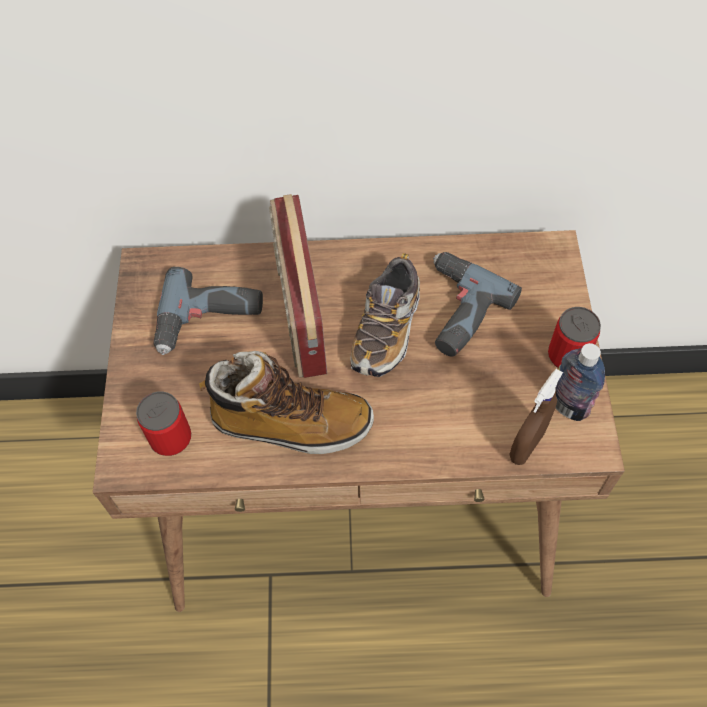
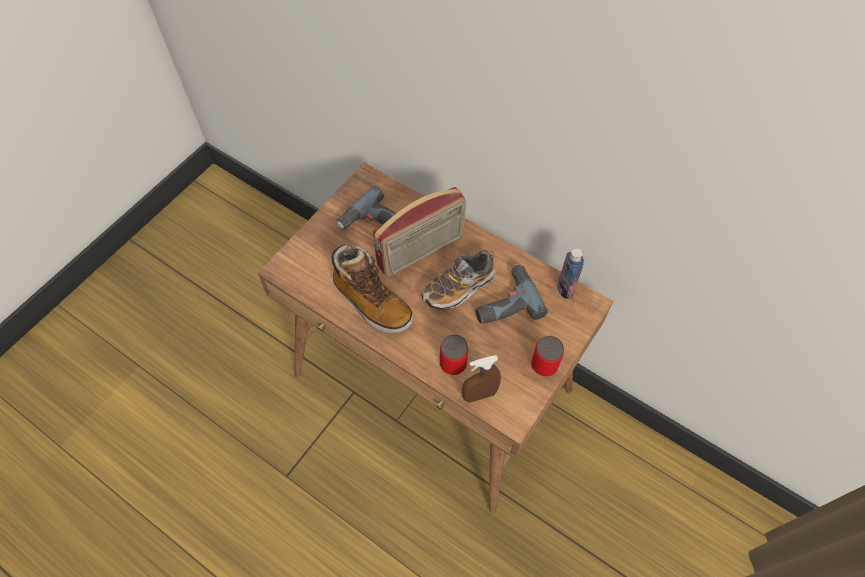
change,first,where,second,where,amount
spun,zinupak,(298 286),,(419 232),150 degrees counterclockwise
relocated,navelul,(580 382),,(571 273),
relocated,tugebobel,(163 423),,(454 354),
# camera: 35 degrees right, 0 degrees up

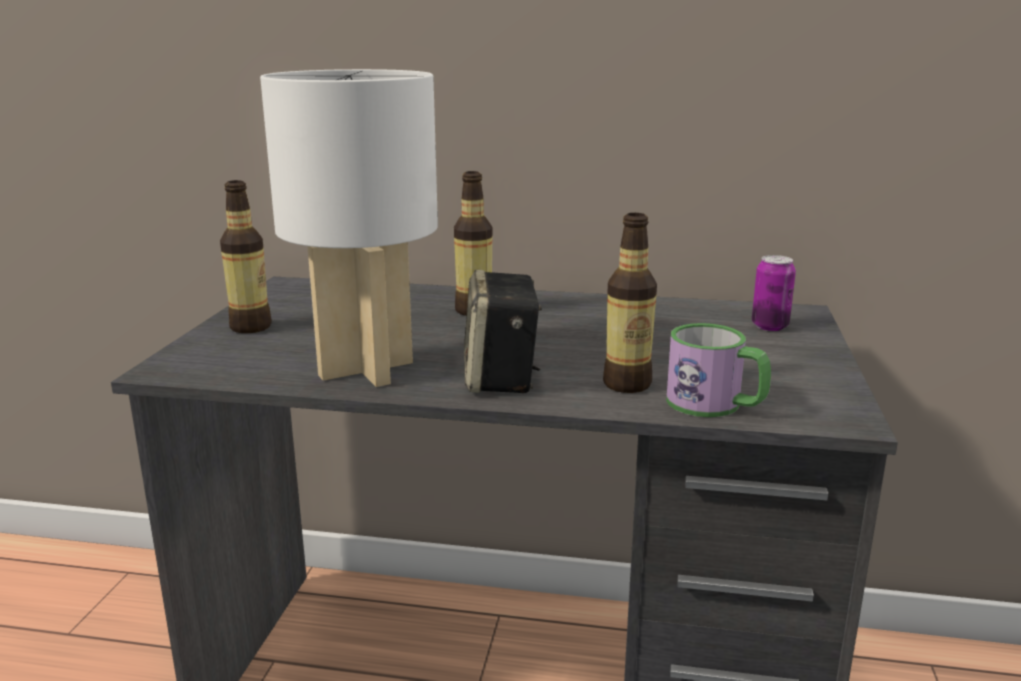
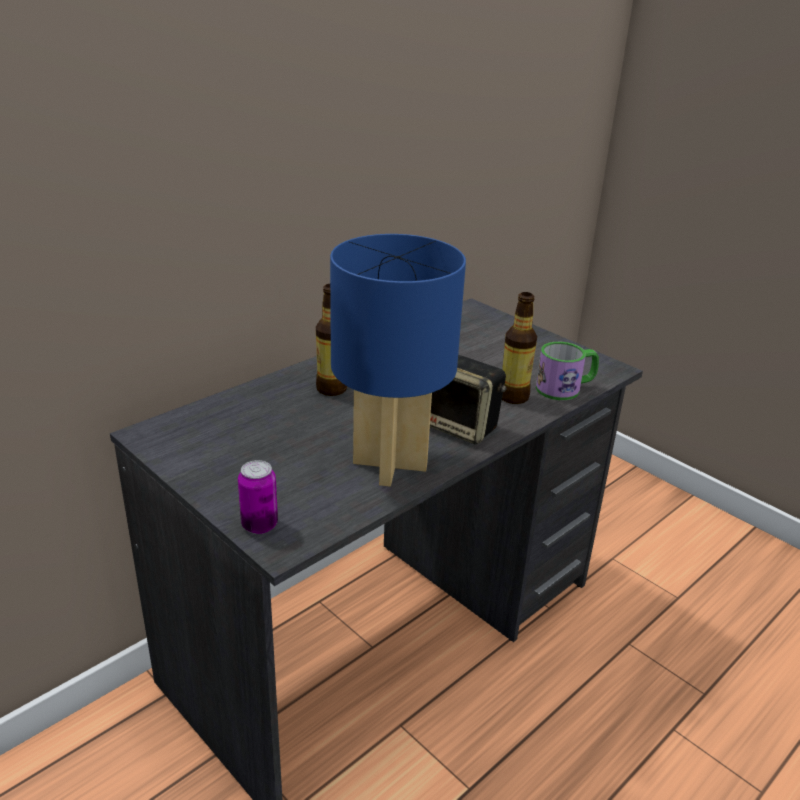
change,first,where,second,where,amount
colour,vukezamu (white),(349 228),vukezamu (blue),(398 360),
missing,navelul,(246 256),,,
relocated,tugebobel,(774 293),,(258 497),
# camera: 55 degrees left, 10 degrees up

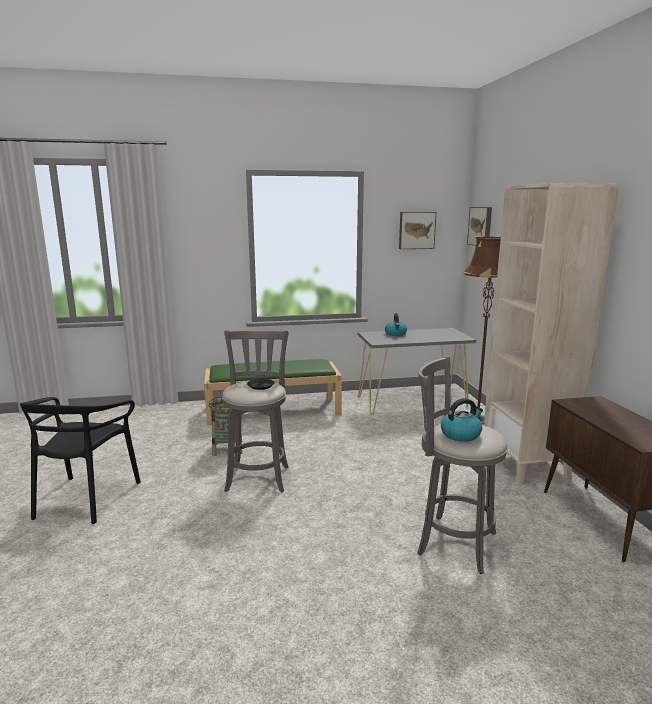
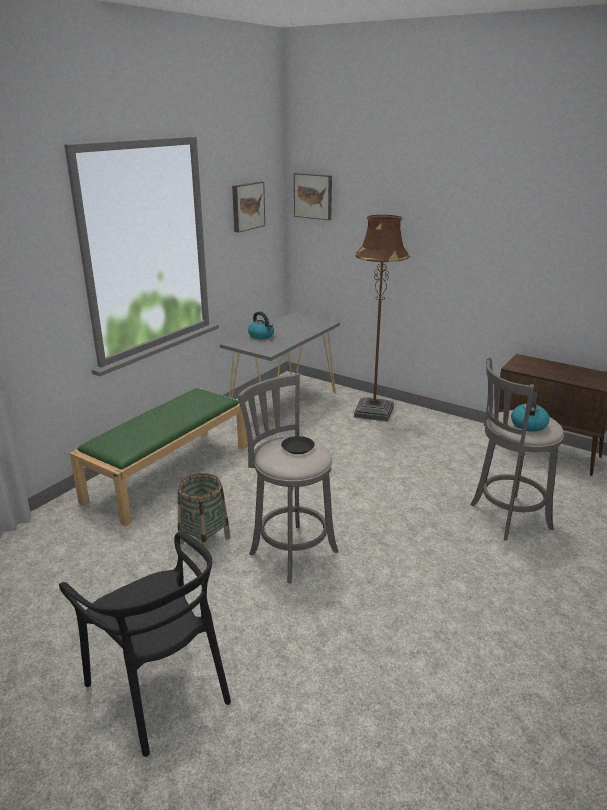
change,first,where,second,where,amount
missing,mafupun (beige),(551 333),,,
# camera: 45 degrees left, 10 degrees up

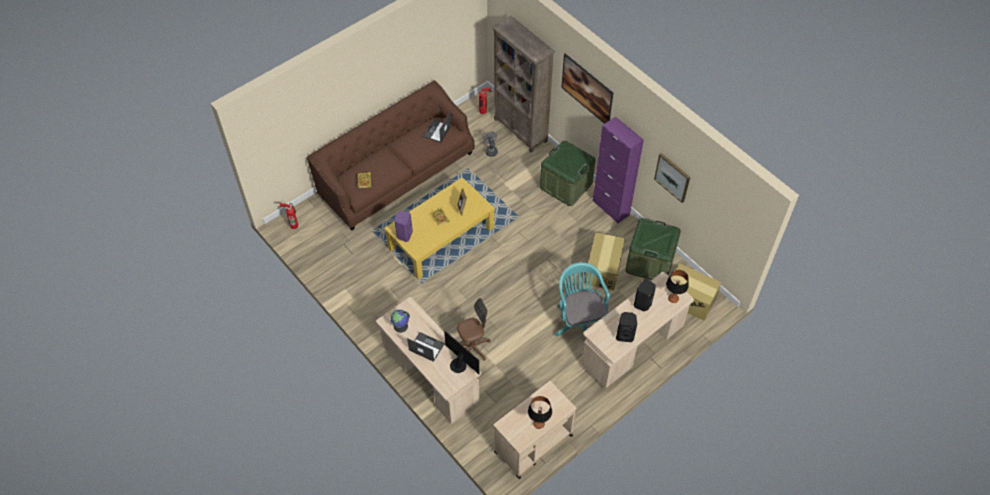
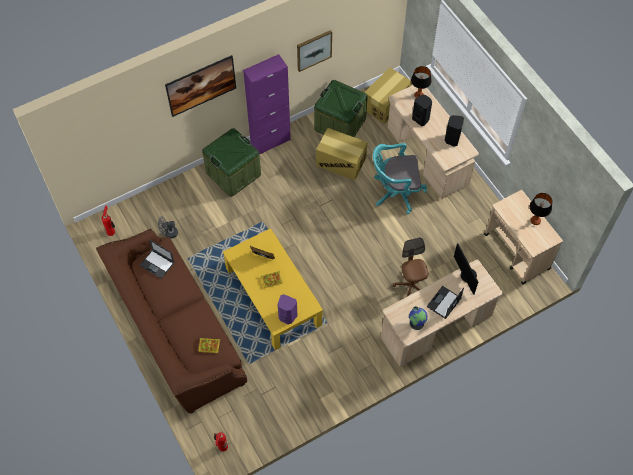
change,first,where,second,where,amount
missing,mafupun (brown),(523 84),,,
spun,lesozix,(461 352),,(466 268),75 degrees counterclockwise
# camera: 80 degrees left, 5 degrees up

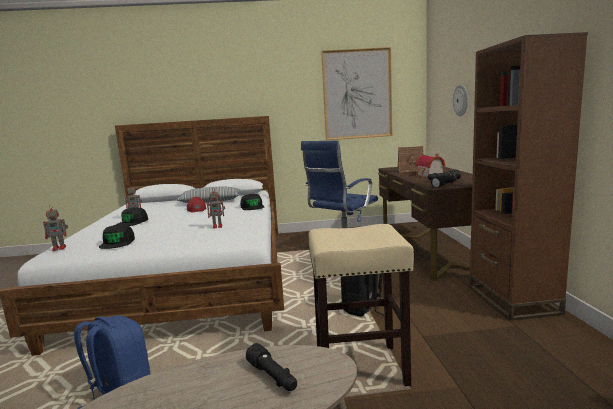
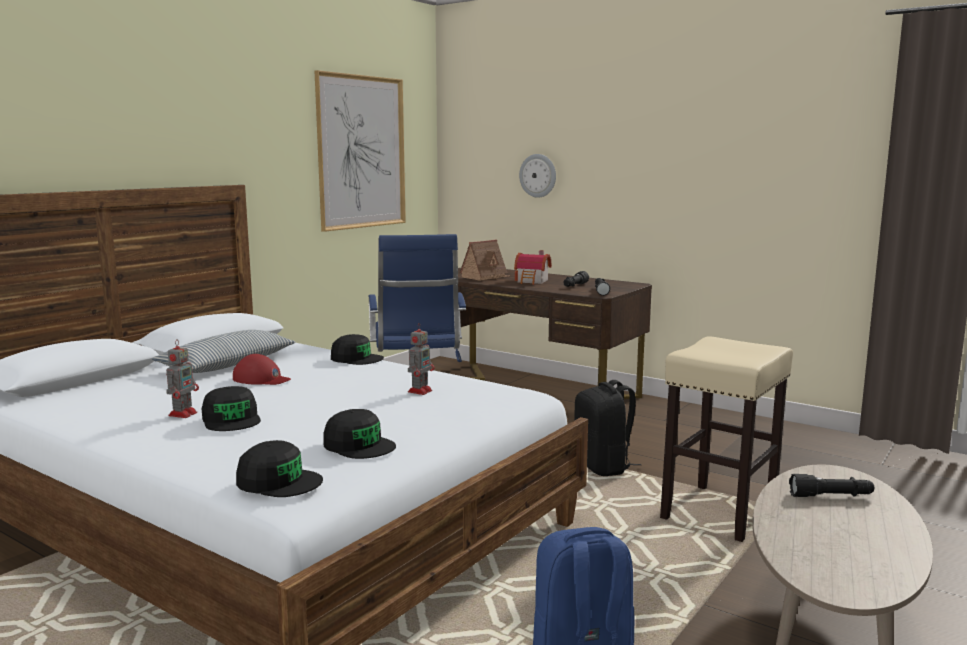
change,first,where,second,where,amount
missing,mafupun (brown),(528 176),,,
exchanged,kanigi,(55 228),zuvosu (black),(279 468),
# camera: 50 degrees left, 0 degrees up

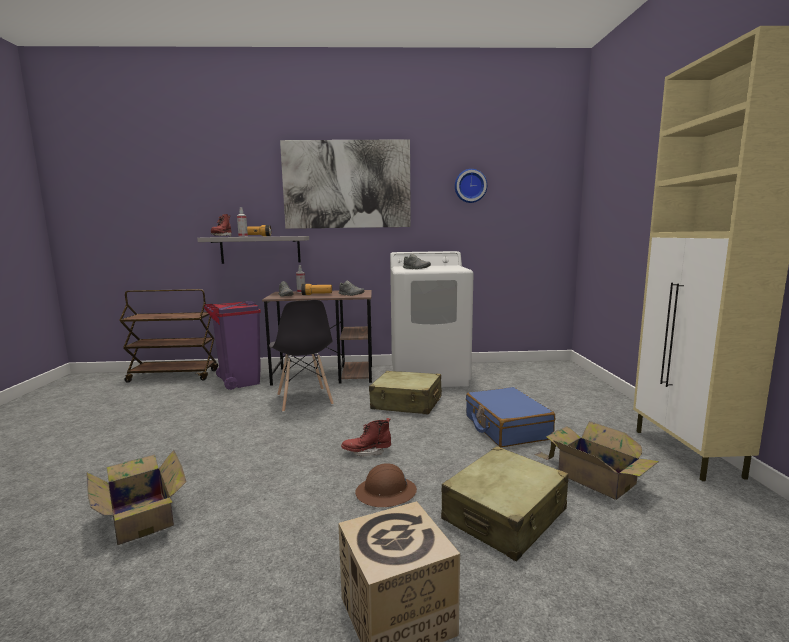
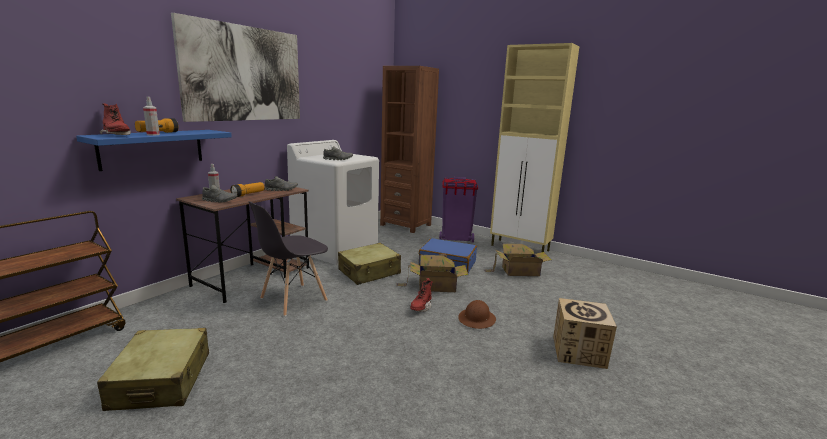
change,first,where,second,where,amount
missing,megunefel,(471 186),,,
colour,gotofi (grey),(253 250),gotofi (blue),(154 150),
spun,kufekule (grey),(301 356),,(288 258),120 degrees clockwise
relocated,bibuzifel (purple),(232 345),,(458 210),
relocated,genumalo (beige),(505 503),,(153 369),
relocated,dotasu,(136 497),,(432 273),
appeared,,,mafupun (brown),(409 149),
# camera: 55 degrees left, 5 degrees up

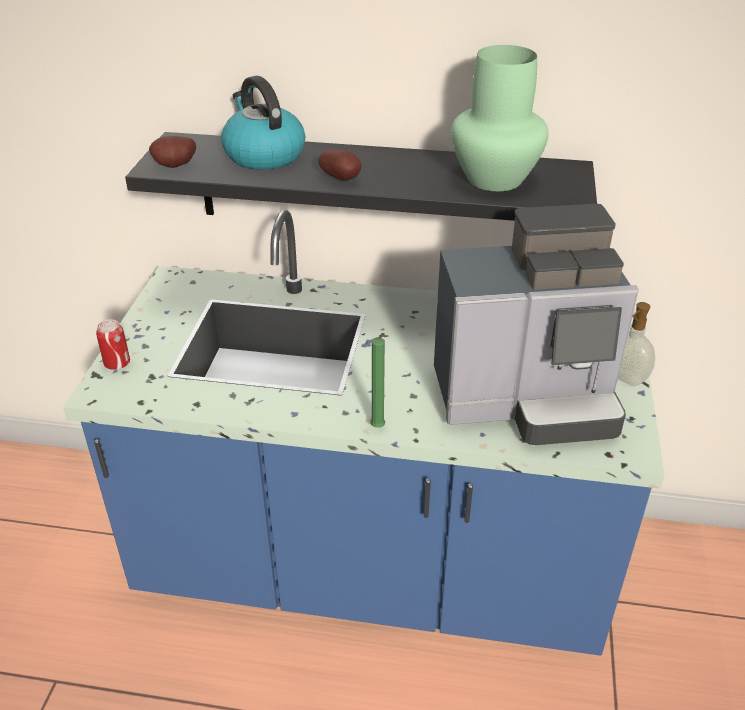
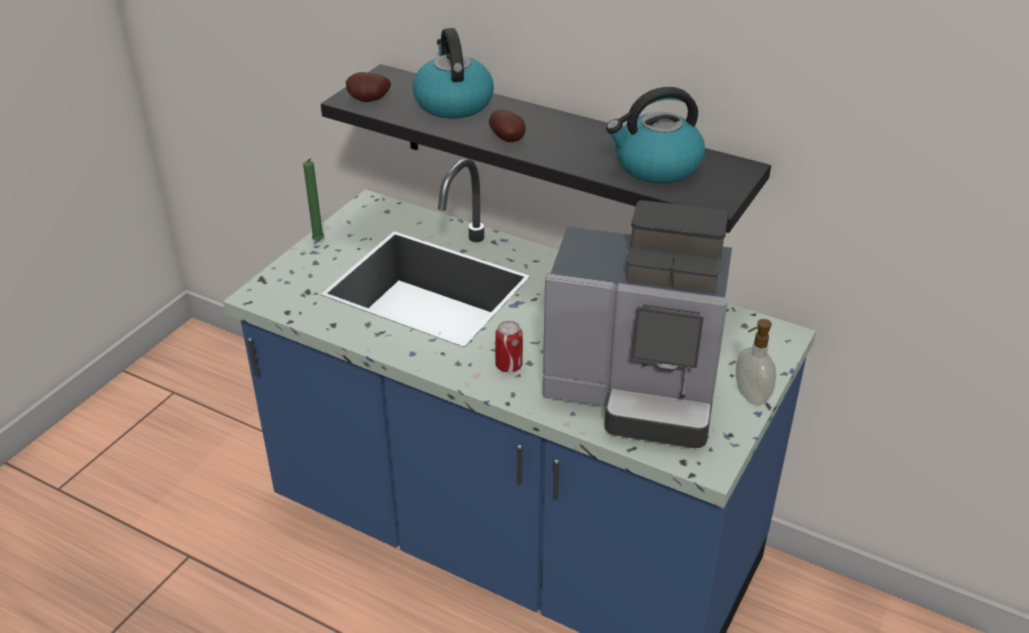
change,first,where,second,where,amount
exchanged,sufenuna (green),(499 118),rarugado,(655 135),
relocated,tugebobel,(113 344),,(509 346),
relocated,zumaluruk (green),(379 381),,(313 199),
# camera: 20 degrees right, 0 degrees up

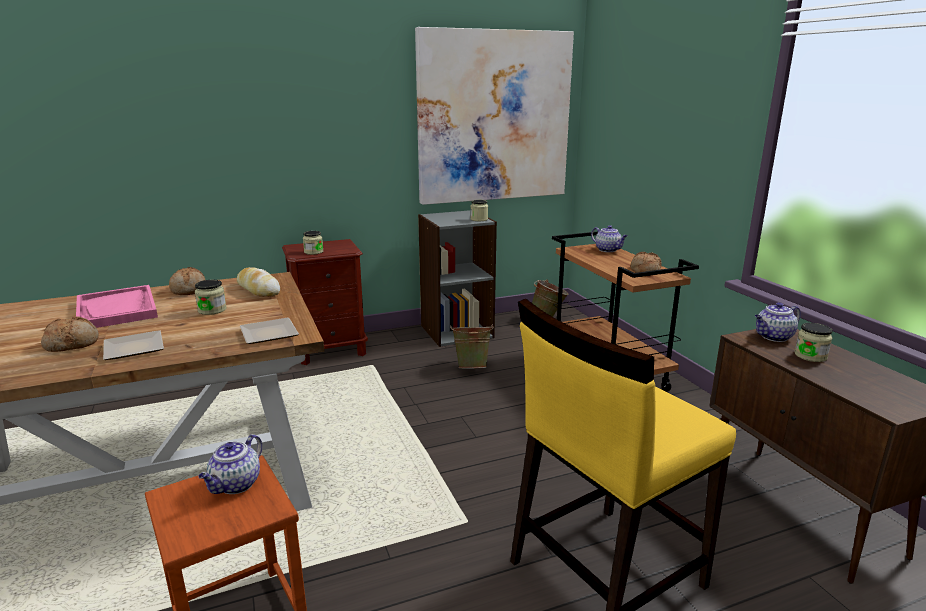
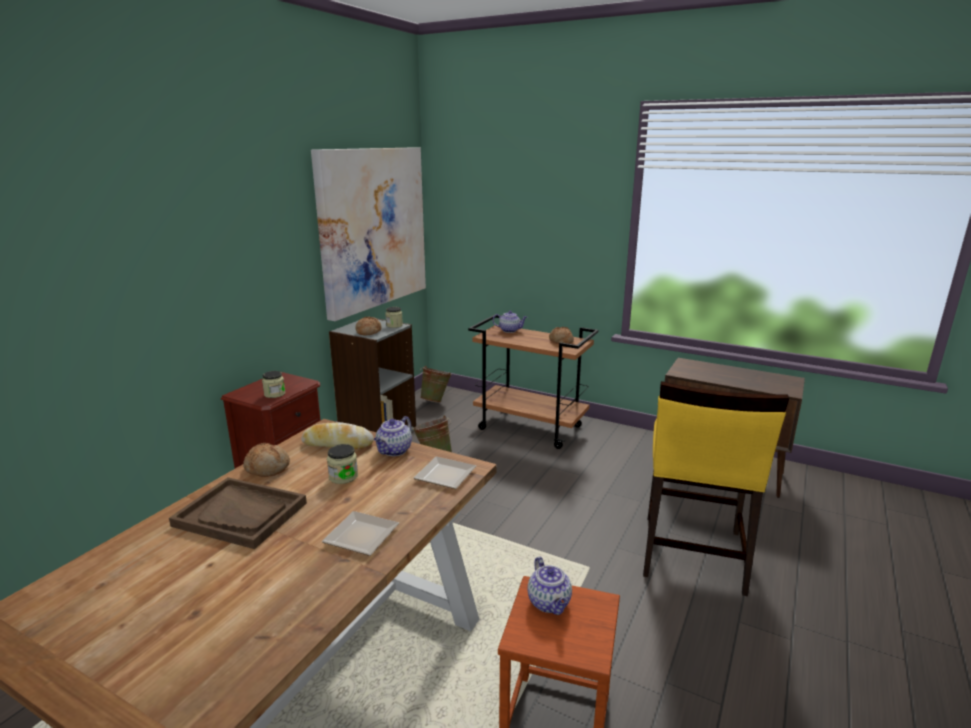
change,first,where,second,where,amount
colour,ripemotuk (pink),(117 306),ripemotuk (brown),(238 513),
relocated,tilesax,(778 322),,(393 436),
relocated,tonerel,(70 334),,(368 326),
missing,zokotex,(813 342),,,
# camera: 40 degrees left, 0 degrees up

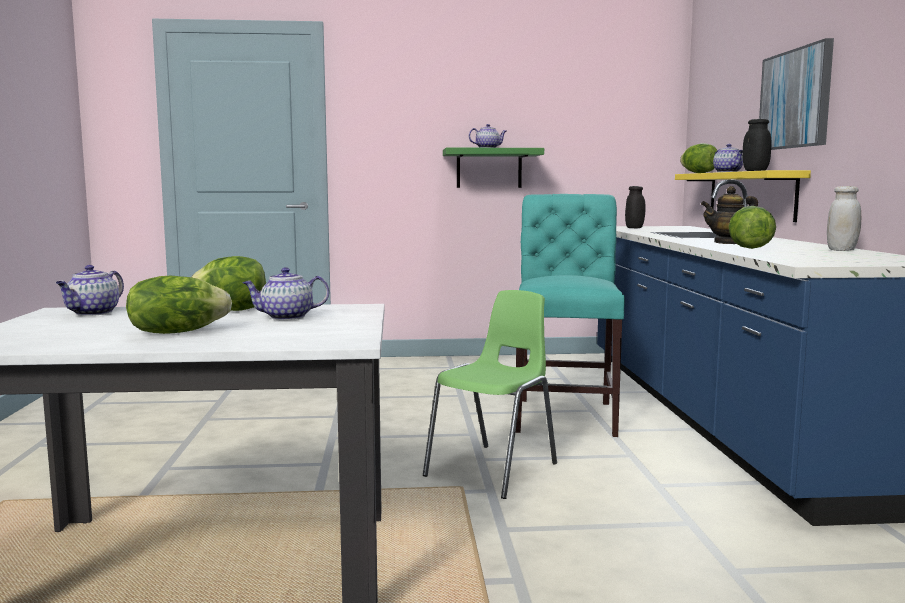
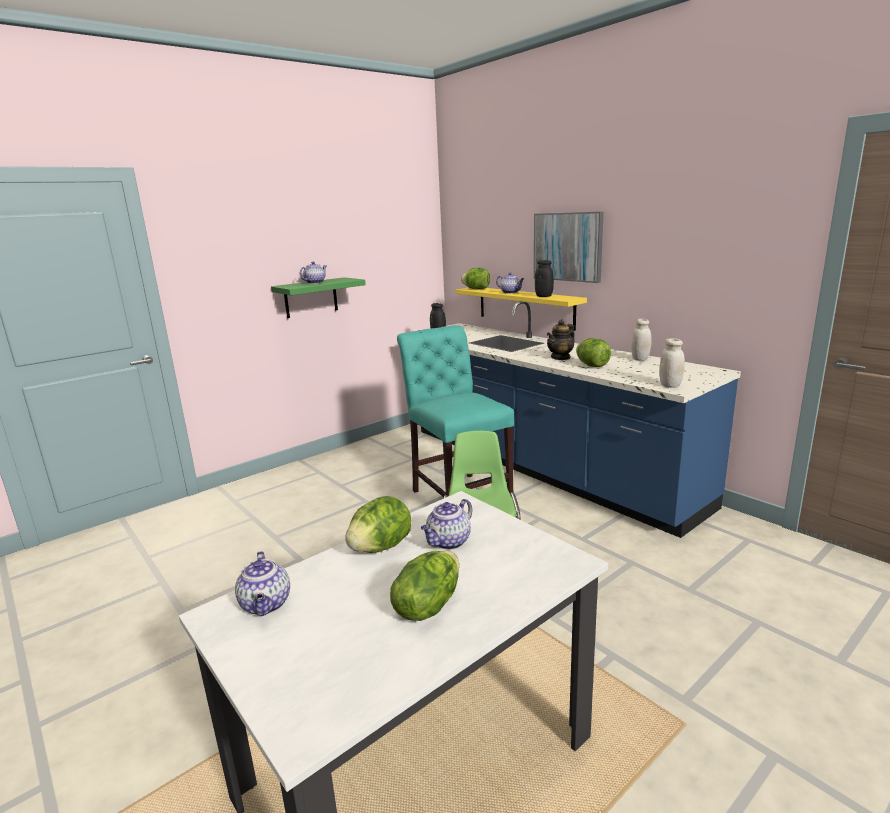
change,first,where,second,where,amount
appeared,,,zokotex (white),(672 363),
# camera: 35 degrees left, 10 degrees up

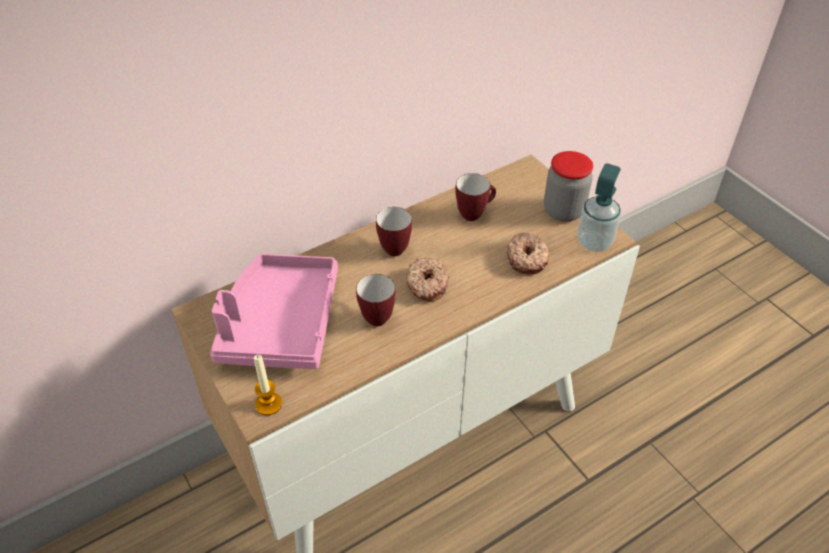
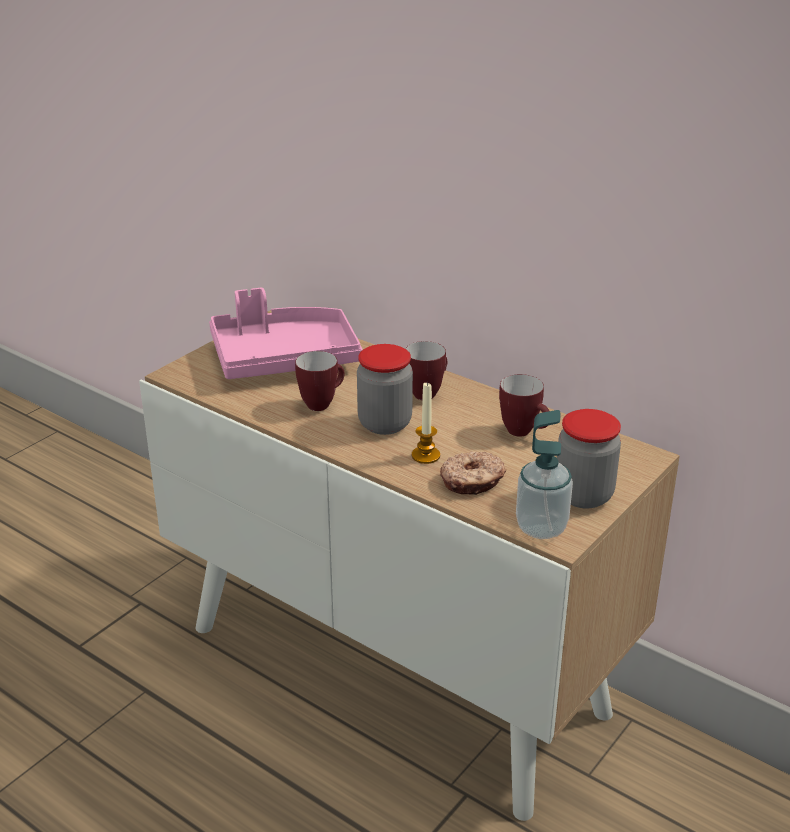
change,first,where,second,where,amount
exchanged,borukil,(428 280),zokotex,(385 389),
relocated,zumaluruk,(268 385),,(426 423),
# camera: 70 degrees right, 15 degrees down

